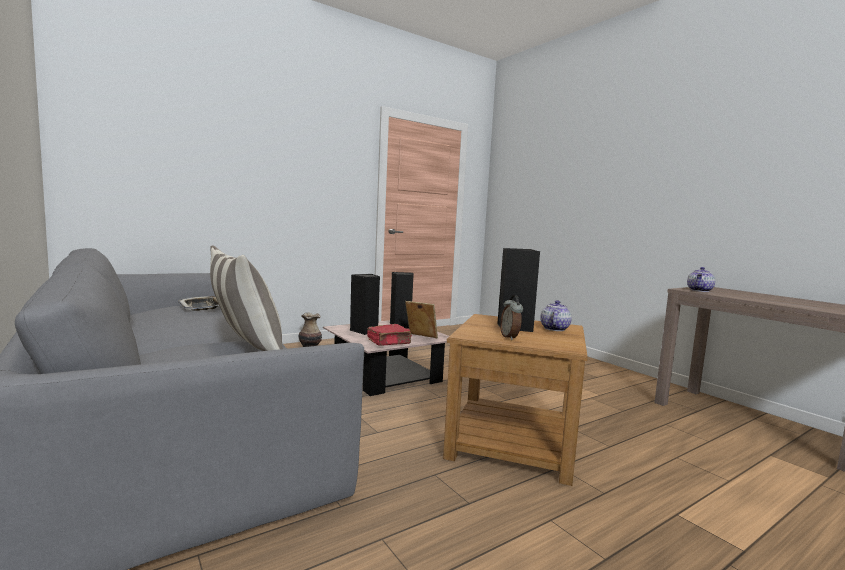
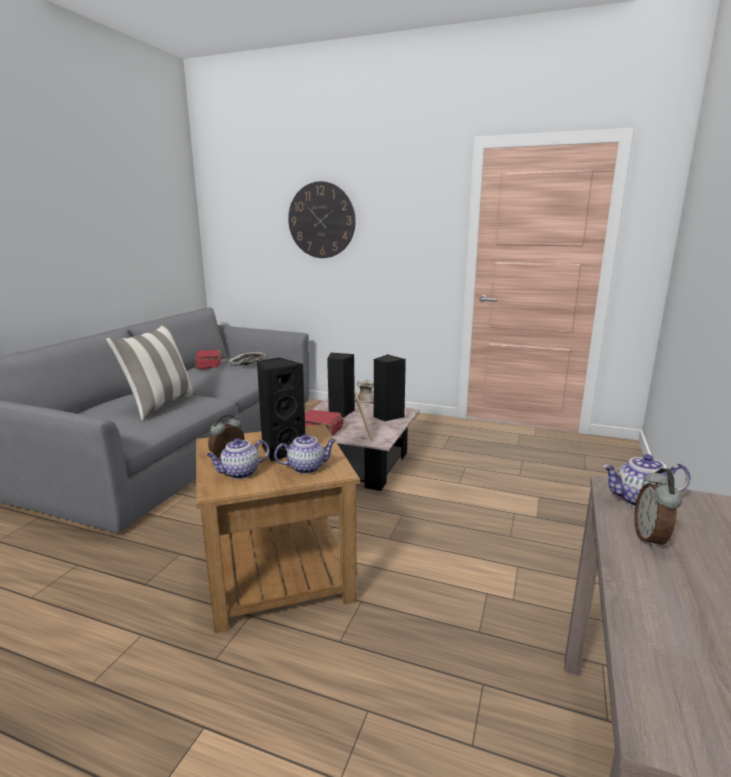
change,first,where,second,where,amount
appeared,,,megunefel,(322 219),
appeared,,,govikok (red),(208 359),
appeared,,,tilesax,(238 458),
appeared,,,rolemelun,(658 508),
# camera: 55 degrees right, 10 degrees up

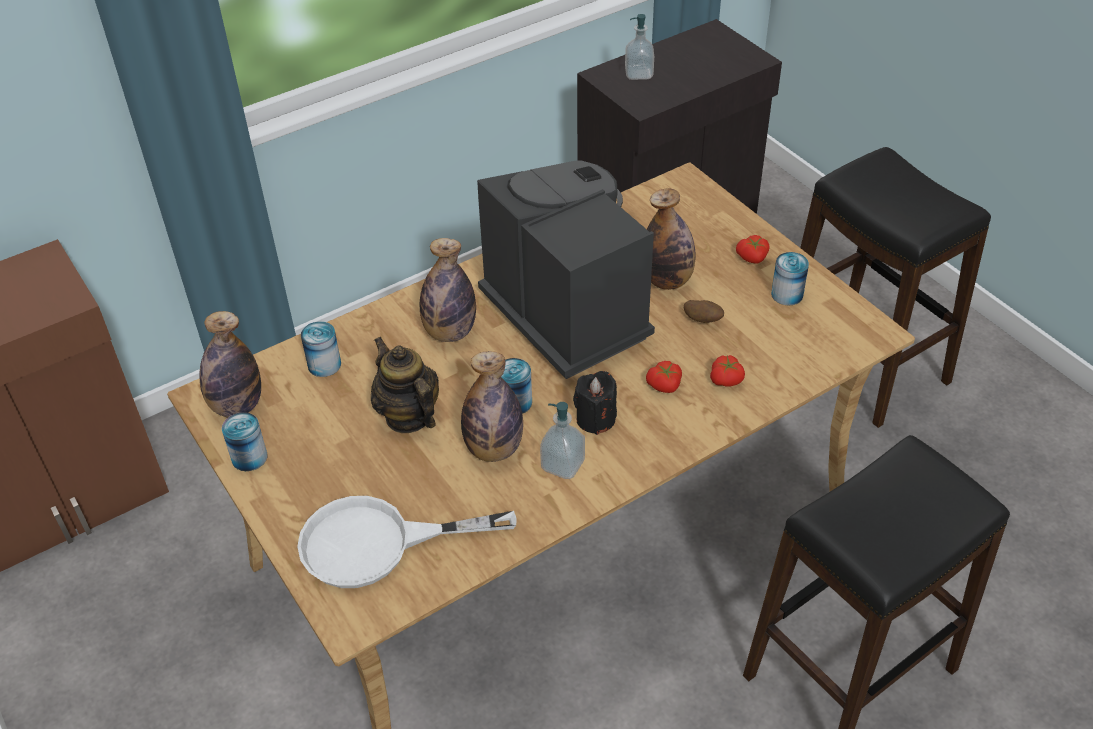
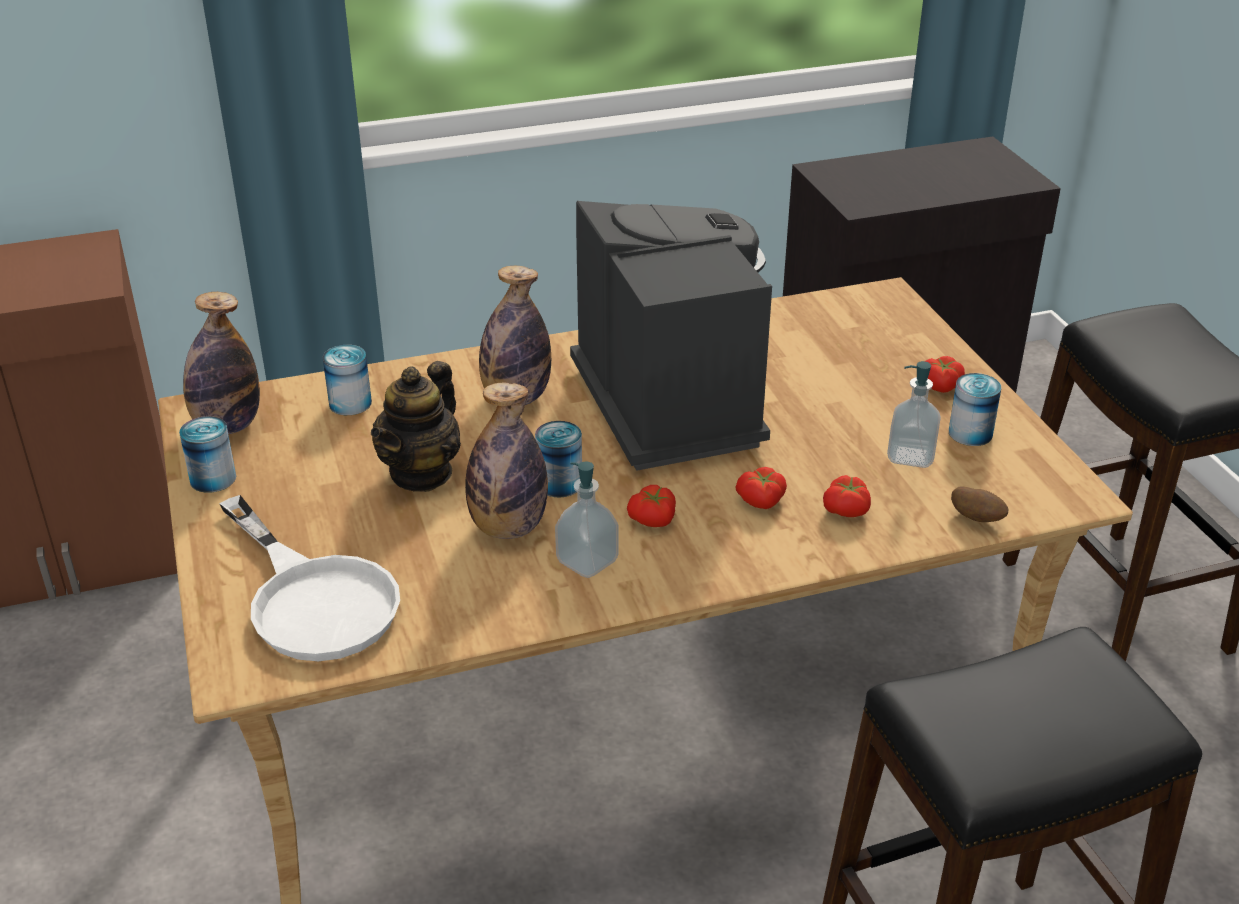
change,first,where,second,where,amount
relocated,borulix,(639 47),,(914 414),
missing,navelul,(671 239),,,
relocated,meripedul,(704 311),,(979 504),
spun,tilesax,(405 385),,(416 426),135 degrees counterclockwise
exchanged,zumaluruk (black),(595 403),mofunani,(651 506),
spun,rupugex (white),(406 542),,(309 578),135 degrees counterclockwise
# camera: 15 degrees right, 10 degrees down

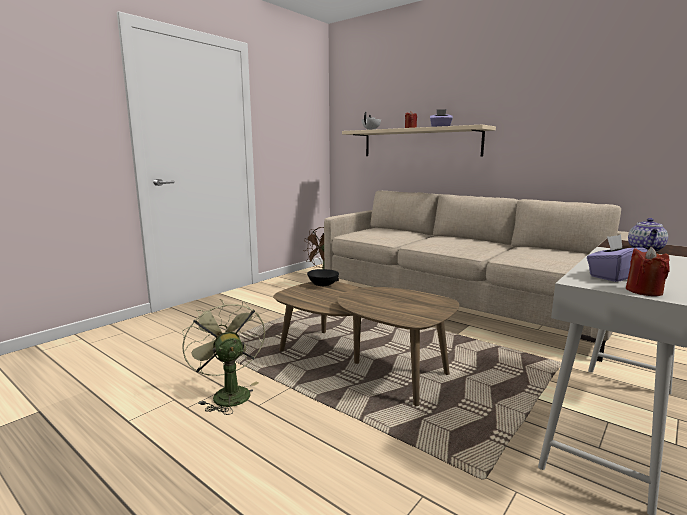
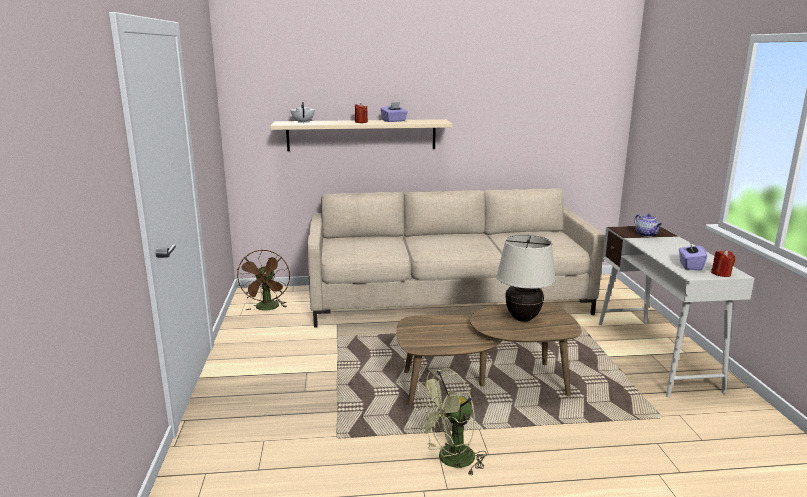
change,first,where,second,where,amount
missing,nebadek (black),(323 277),,,
spun,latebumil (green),(223 357),,(450 422),45 degrees counterclockwise
appeared,,,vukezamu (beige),(526 278),
# camera: 45 degrees left, 5 degrees up

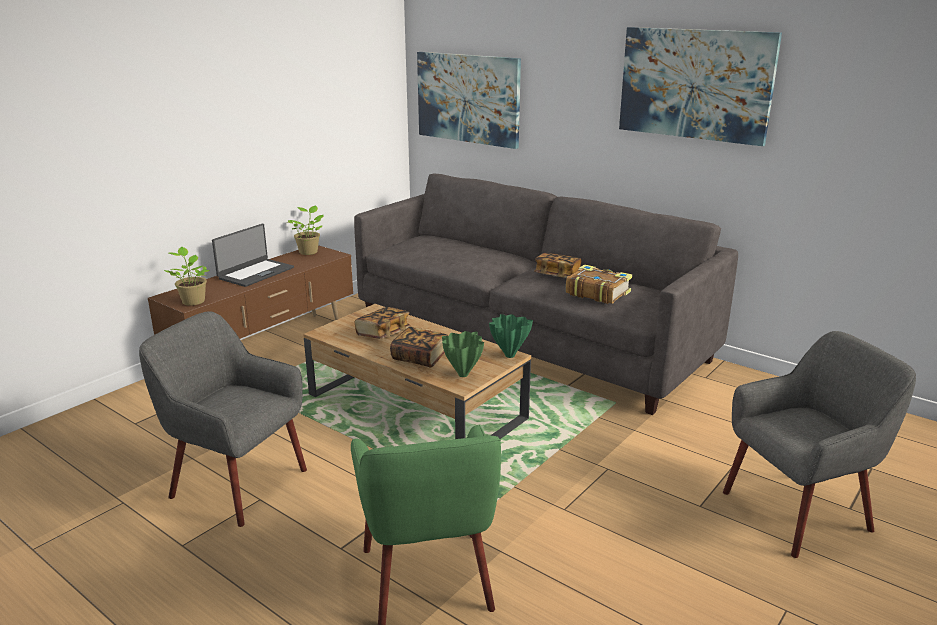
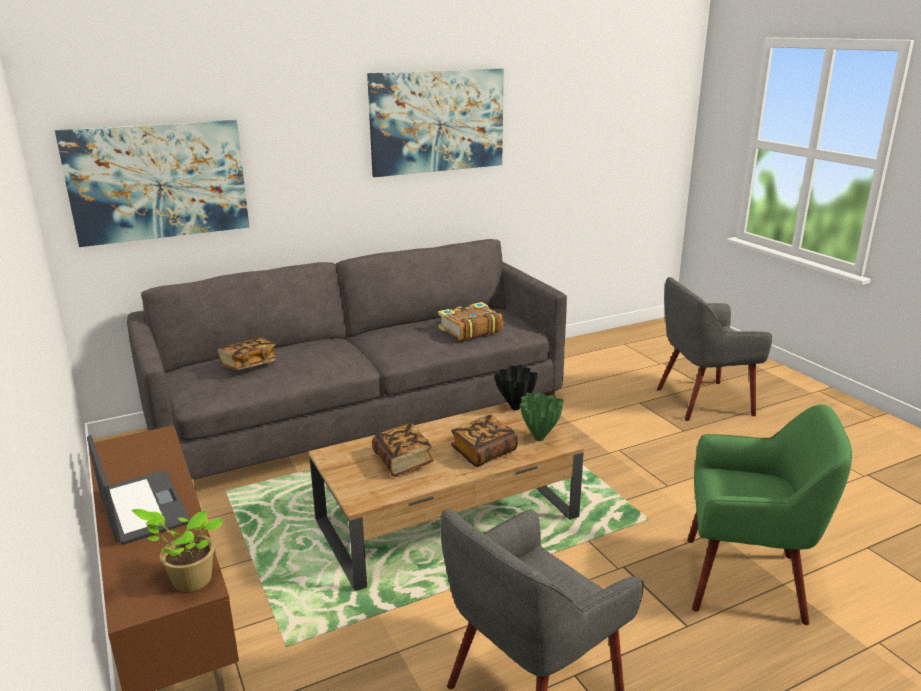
change,first,where,second,where,amount
missing,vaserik,(305 230),,,
relocated,govikok,(557 265),,(247 353),
colour,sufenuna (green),(511 336),sufenuna (black),(516 387),
spun,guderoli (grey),(819 444),,(714 349),105 degrees counterclockwise
# camera: 65 degrees left, 0 degrees up

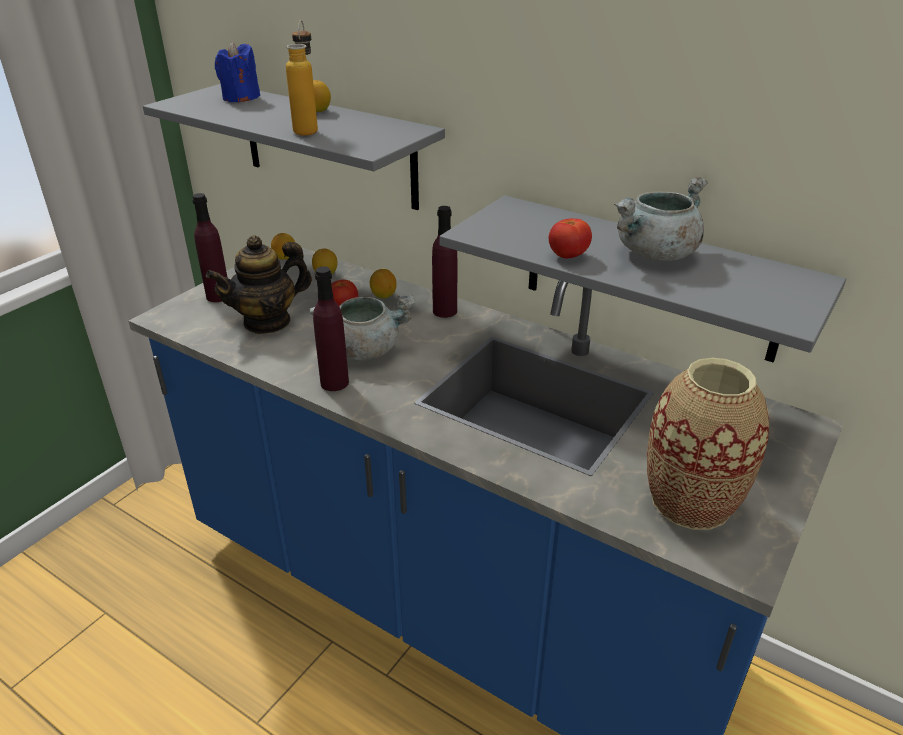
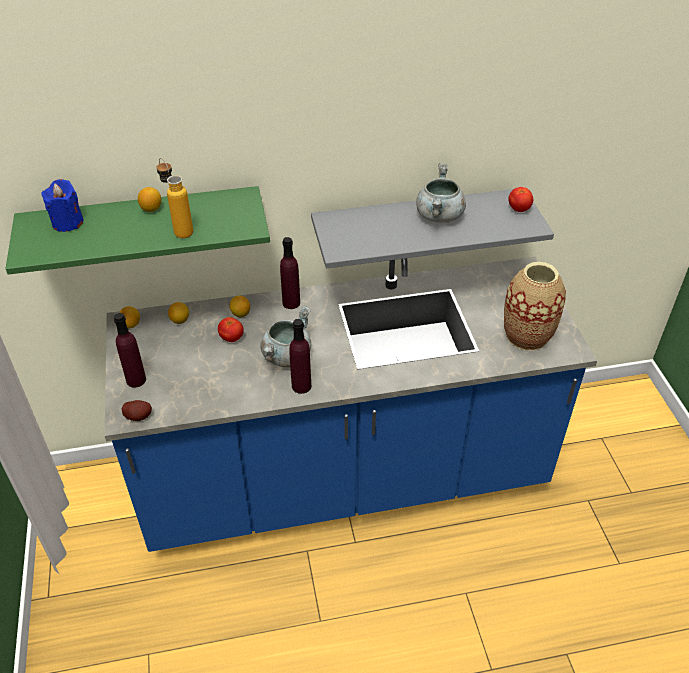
change,first,where,second,where,amount
colour,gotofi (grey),(294 147),gotofi (green),(138 230),
relocated,mofunani,(570 238),,(520 199),
missing,tilesax,(259 284),,,
appeared,,,meripedul,(137 410),
# camera: 45 degrees left, 10 degrees up

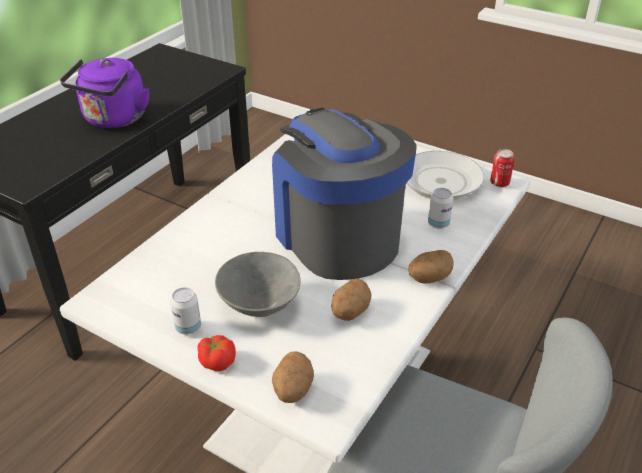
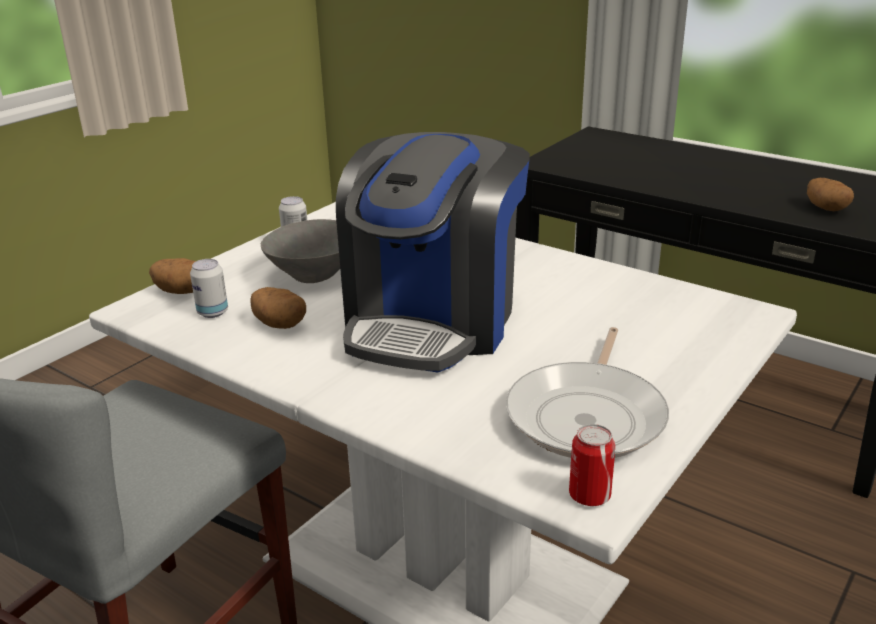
change,first,where,second,where,amount
missing,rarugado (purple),(104 93),,,
spun,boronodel,(344 194),,(433 252),135 degrees clockwise
relocated,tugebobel,(440 208),,(209 288),
relocated,meripedul,(431 267),,(830 194),
missing,mofunani,(217 353),,,
# camera: 95 degrees right, 10 degrees down

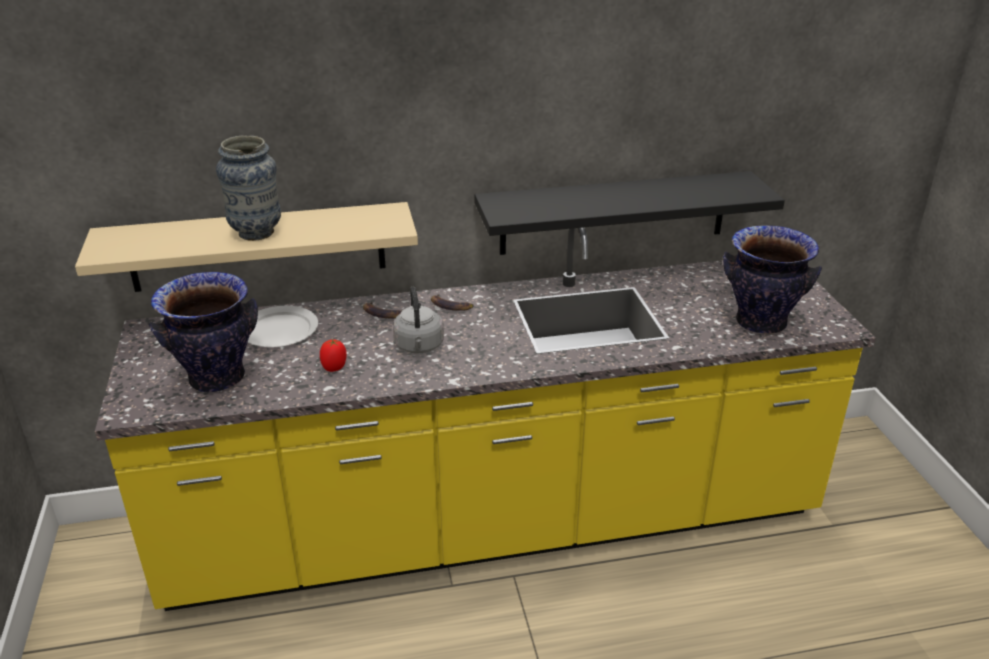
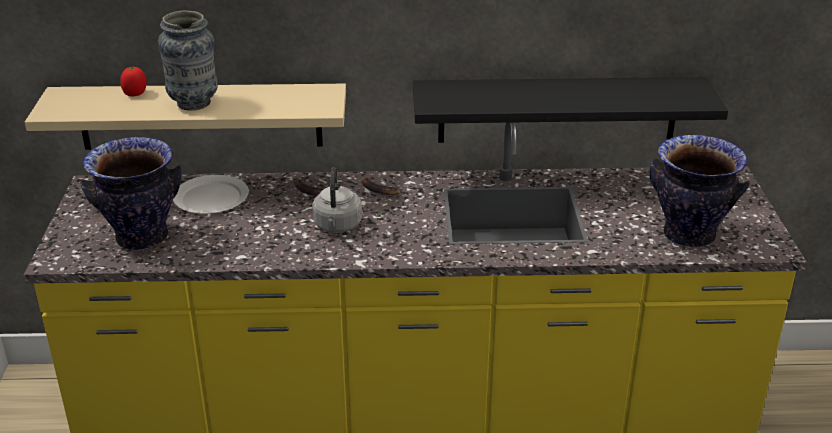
change,first,where,second,where,amount
relocated,mofunani,(333 355),,(133 81),
# camera: 10 degrees right, 0 degrees up

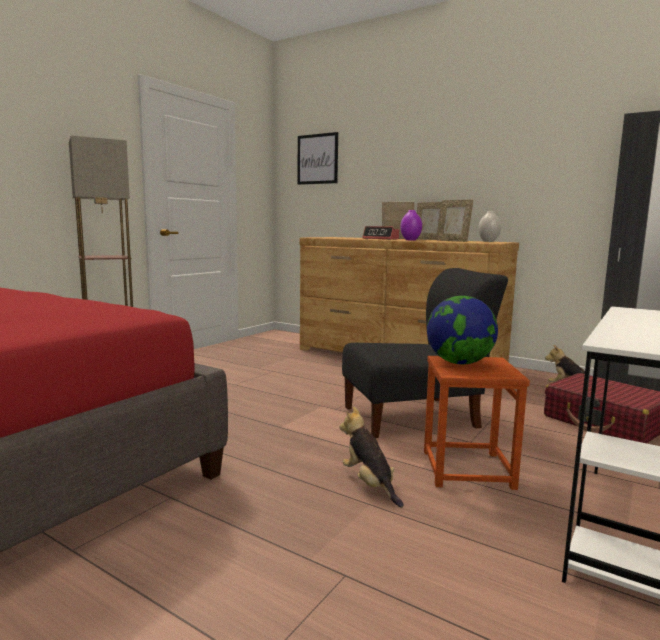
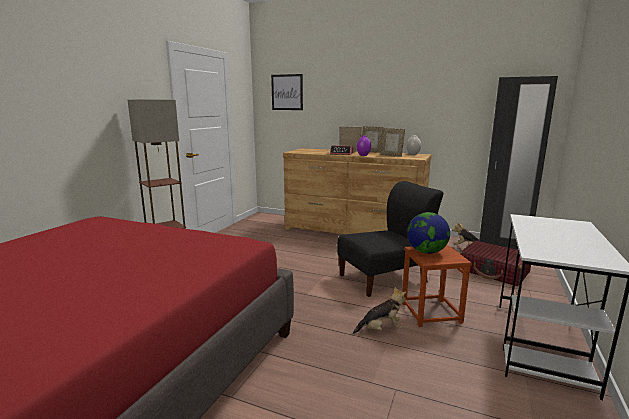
change,first,where,second,where,amount
spun,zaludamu,(371 457),,(379 310),120 degrees clockwise
# camera: 10 degrees left, 5 degrees up

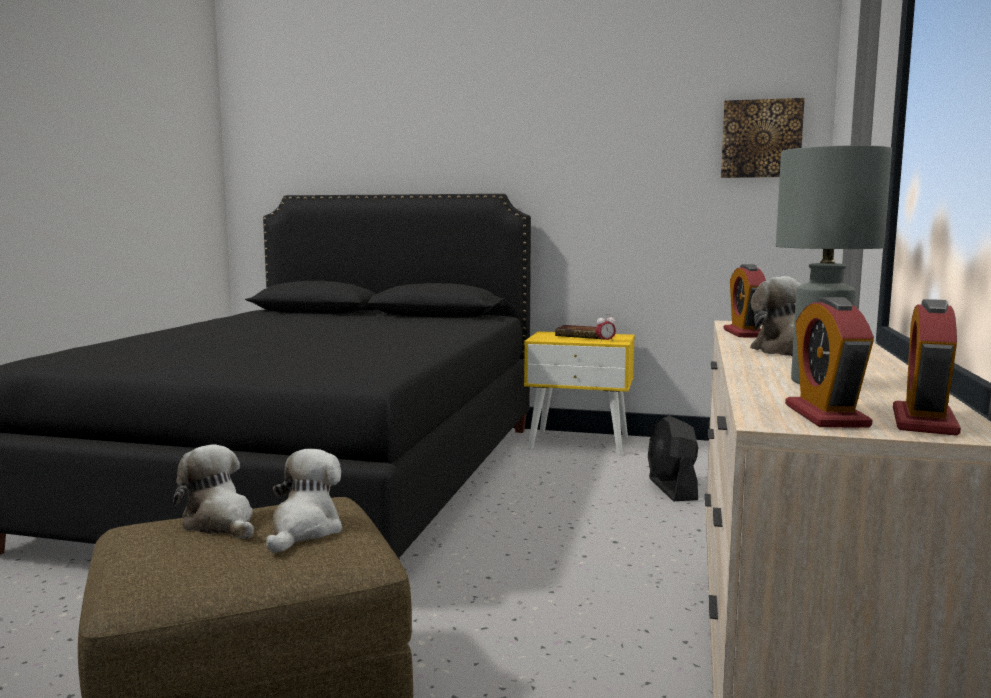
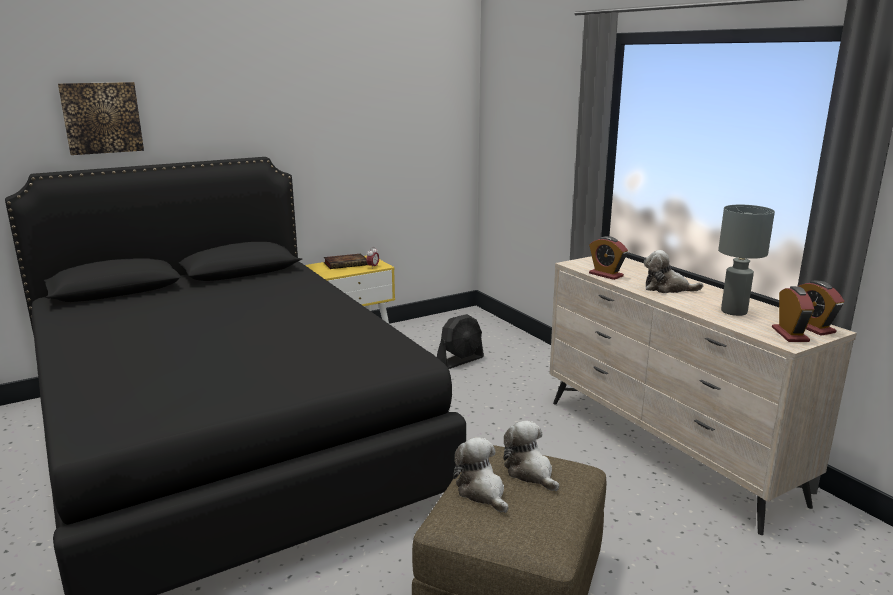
change,first,where,second,where,amount
relocated,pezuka,(763 138),,(101 118),
spun,rolemelun,(829 362),,(793 314),135 degrees counterclockwise
spun,latebumil (black),(673 458),,(460 341),75 degrees counterclockwise
spun,zaludamu,(213 491),,(480 475),60 degrees clockwise
# camera: 45 degrees left, 10 degrees up

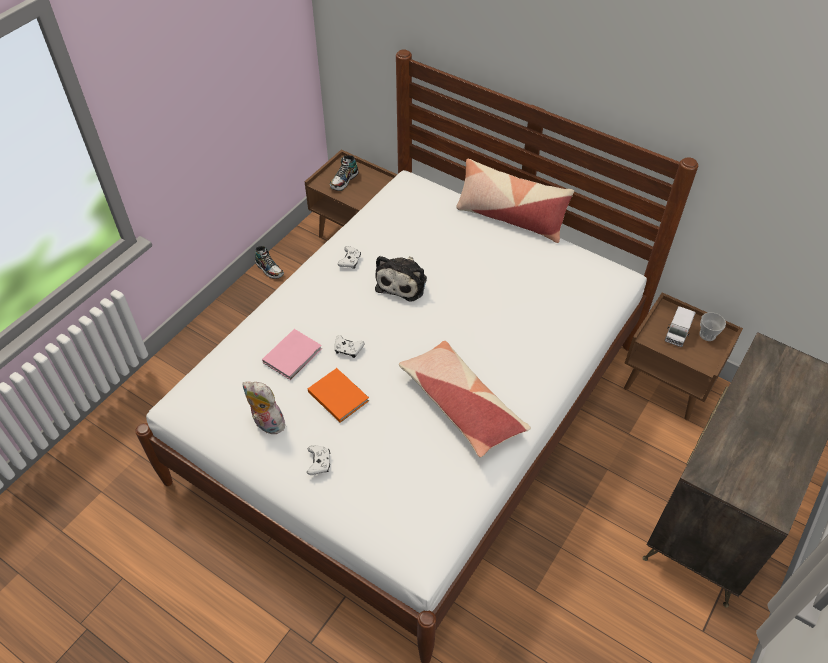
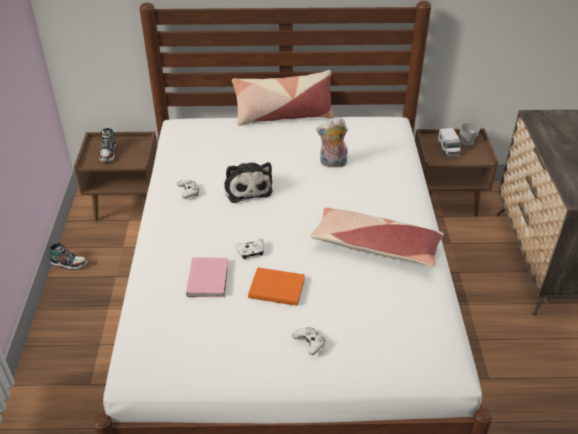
change,first,where,second,where,amount
relocated,zaludamu,(263 408),,(332 142),
# camera: 35 degrees left, 10 degrees down

